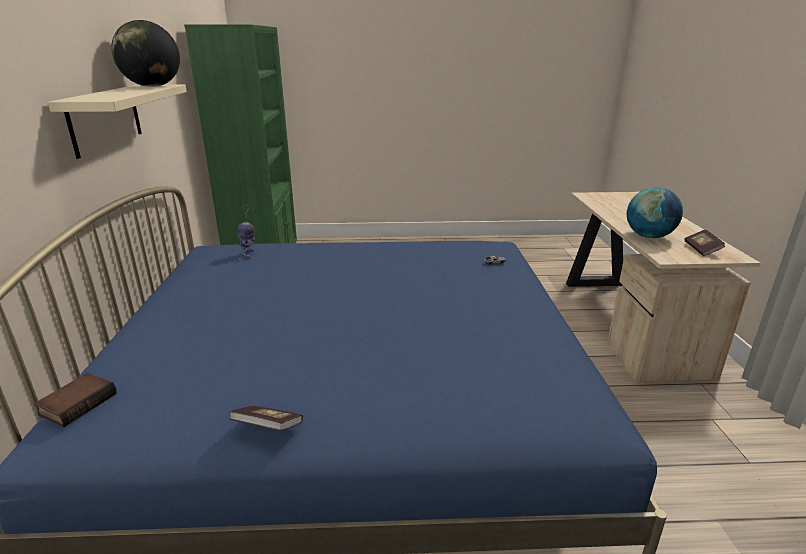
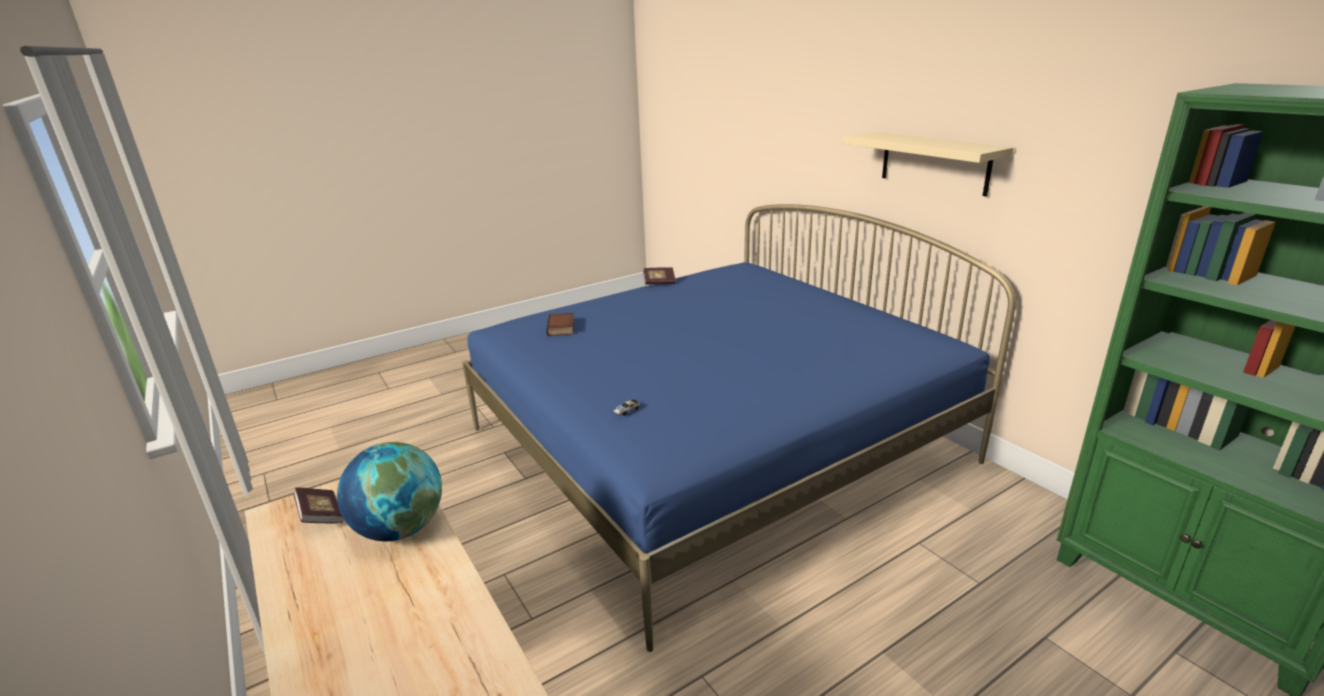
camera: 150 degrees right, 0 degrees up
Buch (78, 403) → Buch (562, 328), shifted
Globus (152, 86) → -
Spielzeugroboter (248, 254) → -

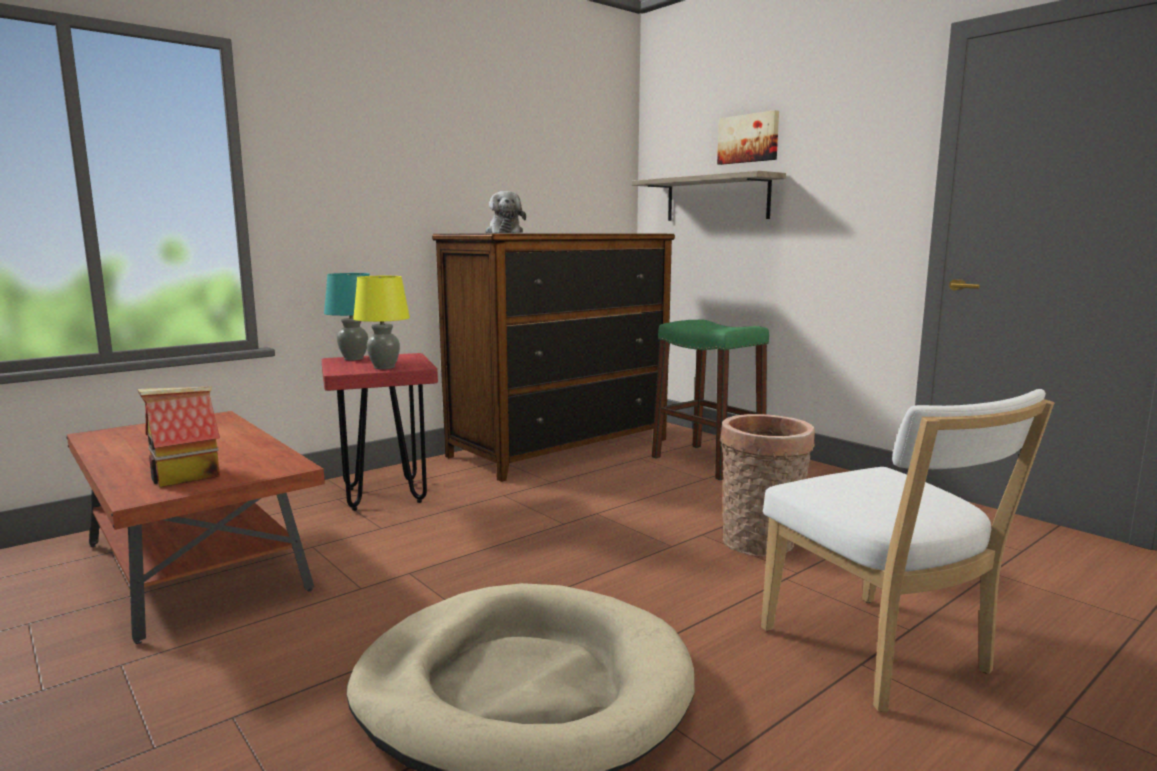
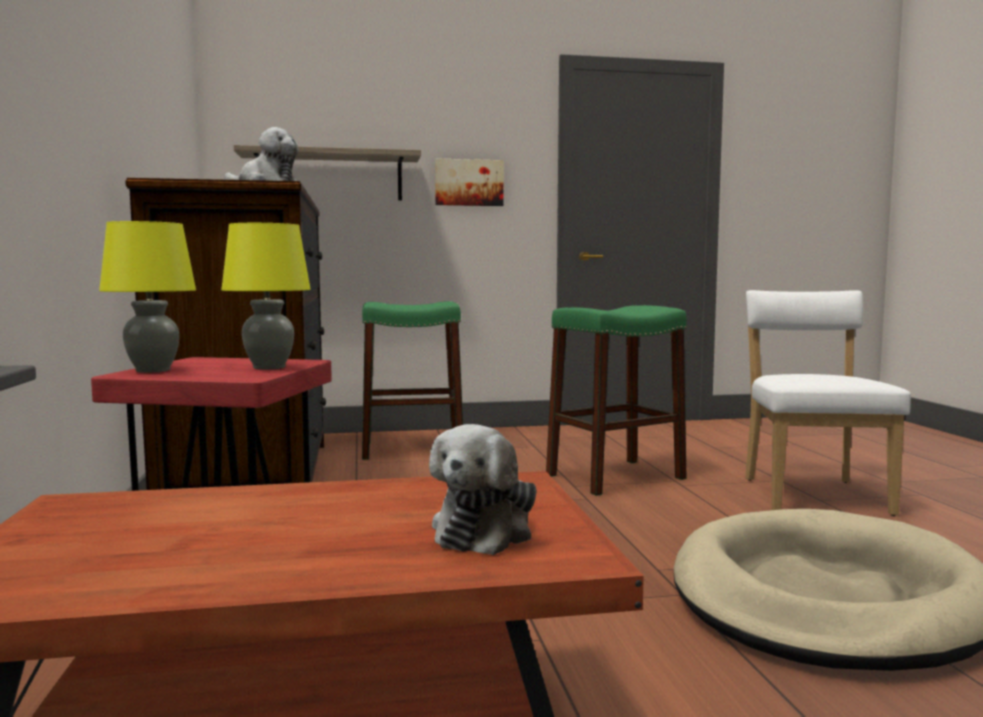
camera: 60 degrees left, 5 degrees down
Spielzeughaus (185, 476) → Plüschtier (485, 530)
Tischlampe [türkis] (354, 358) → Tischlampe [gelb] (153, 370)
Bild (749, 138) → Bild (469, 183), shifted
Korb (761, 544) → Hocker [grün] (615, 477)
Stuhl [weiß] (880, 656) → Stuhl [weiß] (812, 494), 90 degrees counterclockwise

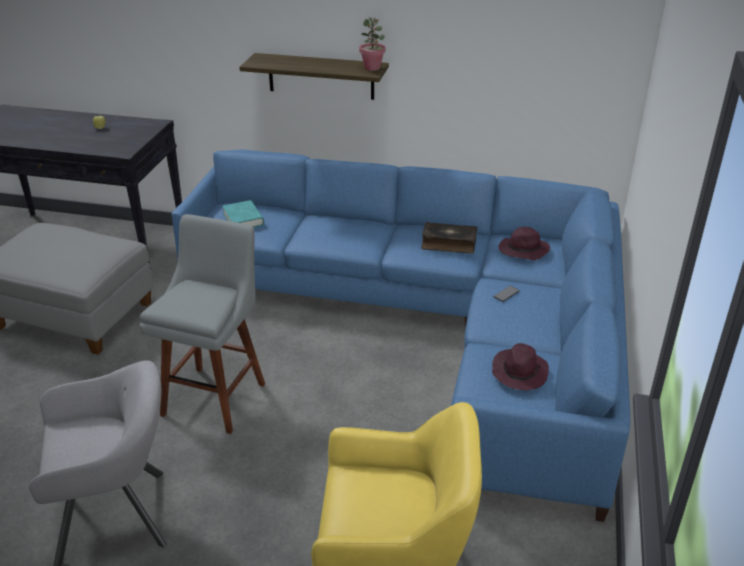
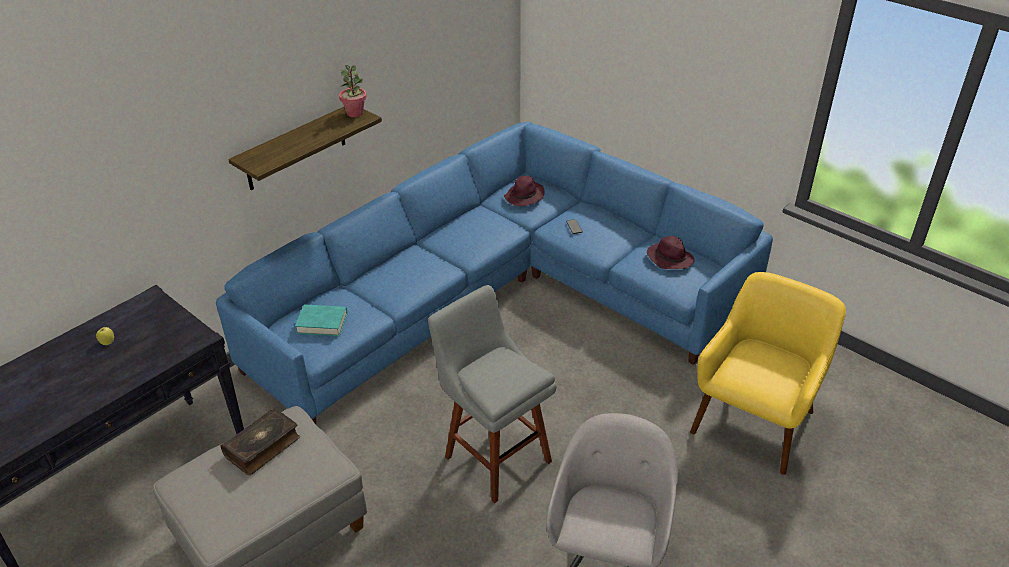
camera: 60 degrees left, 5 degrees up
Buch (448, 244) → Buch (263, 447), shifted

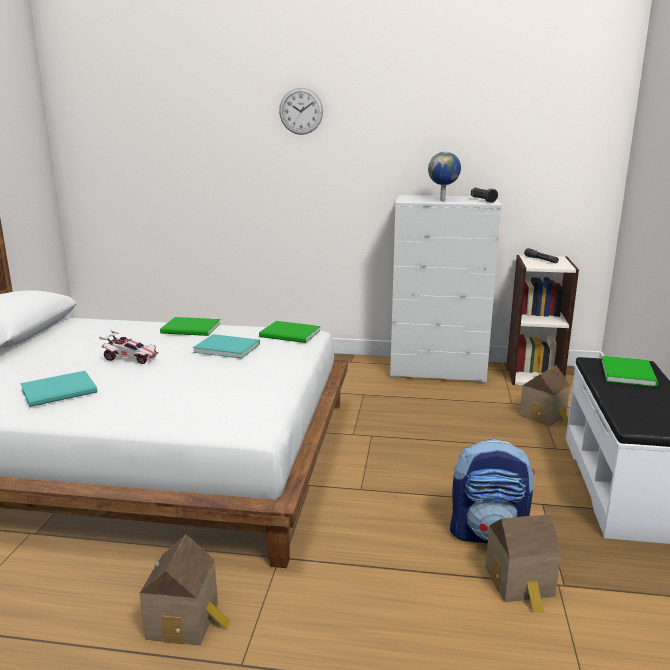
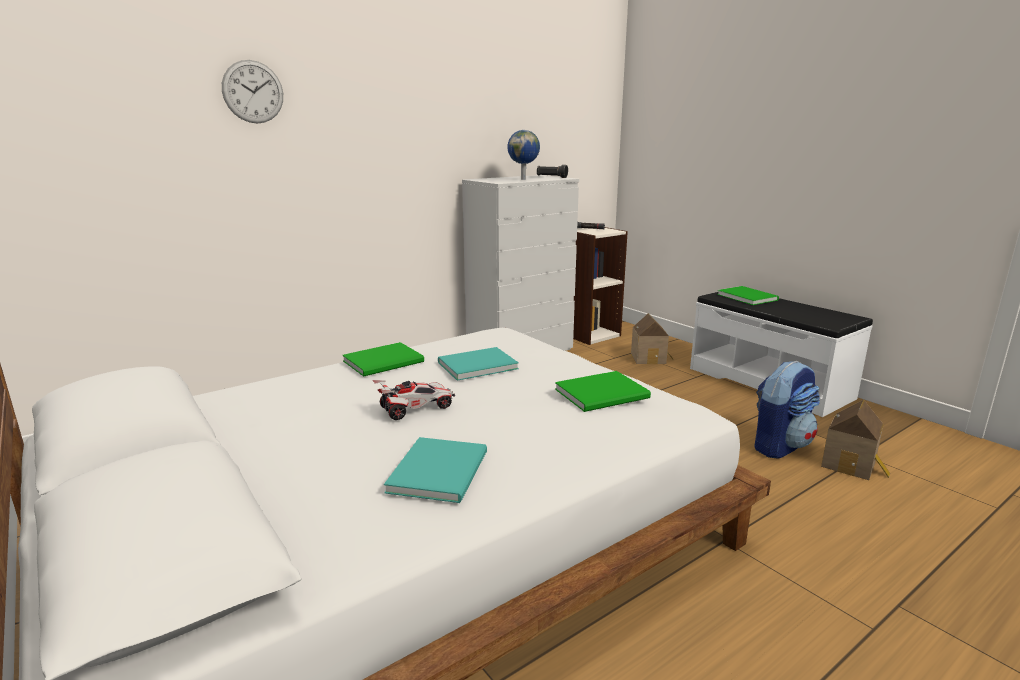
camera: 45 degrees left, 0 degrees up
Spielzeughaus (186, 621) → -
Buch [grün] (291, 334) → Buch [grün] (605, 394), shifted
Wanduhr (301, 111) → Wanduhr (253, 92), shifted

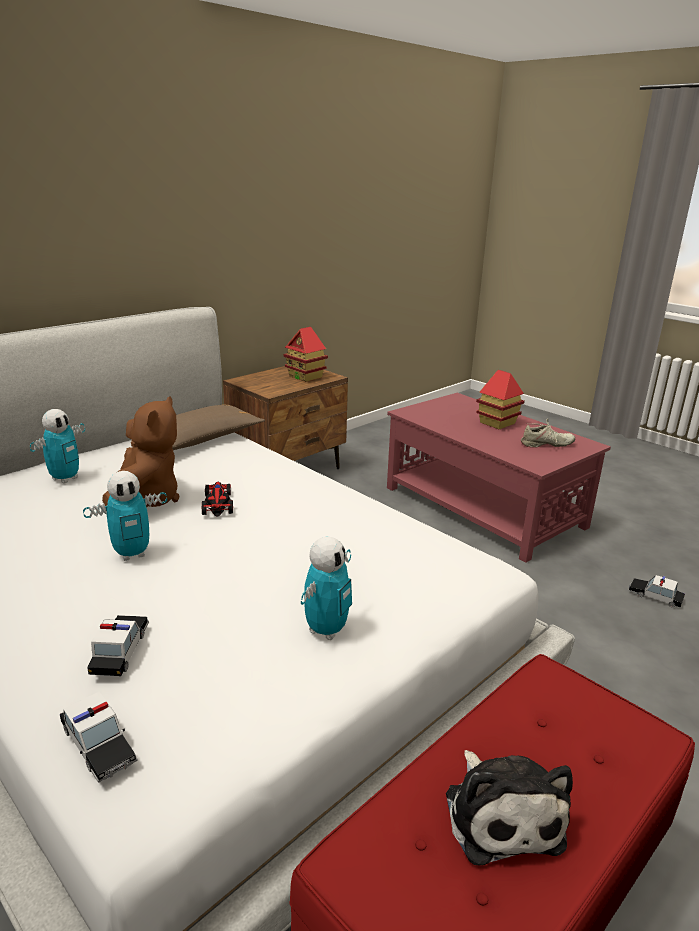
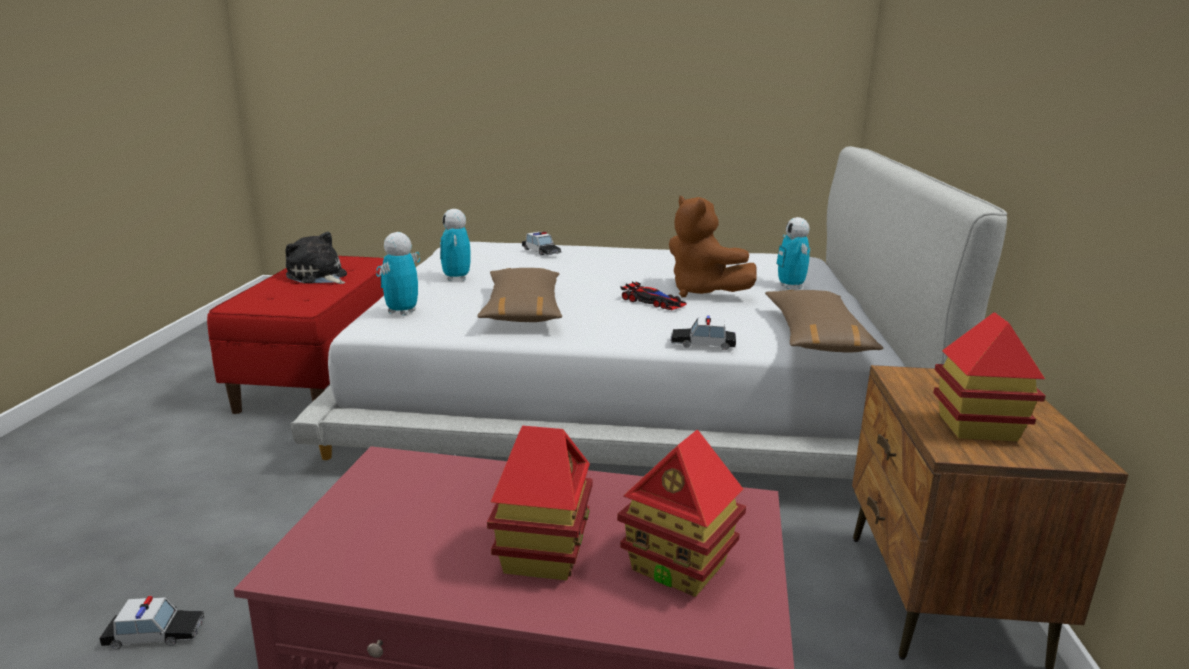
camera: 140 degrees right, 5 degrees down
Spielzeugauto (98, 745) → Spielzeugauto (702, 344), shifted
Spielzeugroboter (132, 554) → Spielzeugroboter (401, 312), shifted
Schuh [beige] (546, 444) → -
- → Kissen [braun] (523, 310)
- → Spielzeughaus (679, 567)

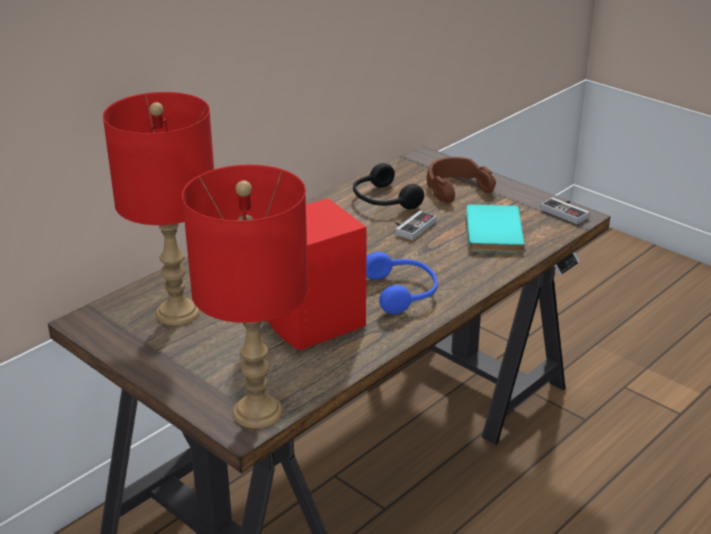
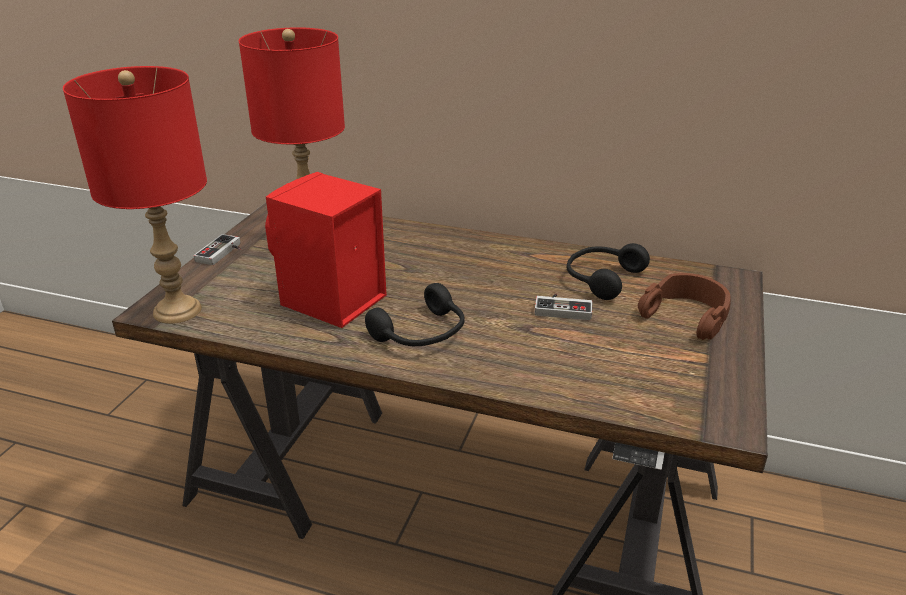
camera: 65 degrees right, 0 degrees up
Kopfhörer [blau] (403, 292) → Kopfhörer [schwarz] (422, 334)
Buch [türkis] (491, 232) → -
Gamepad (567, 212) → Gamepad (222, 253), shifted

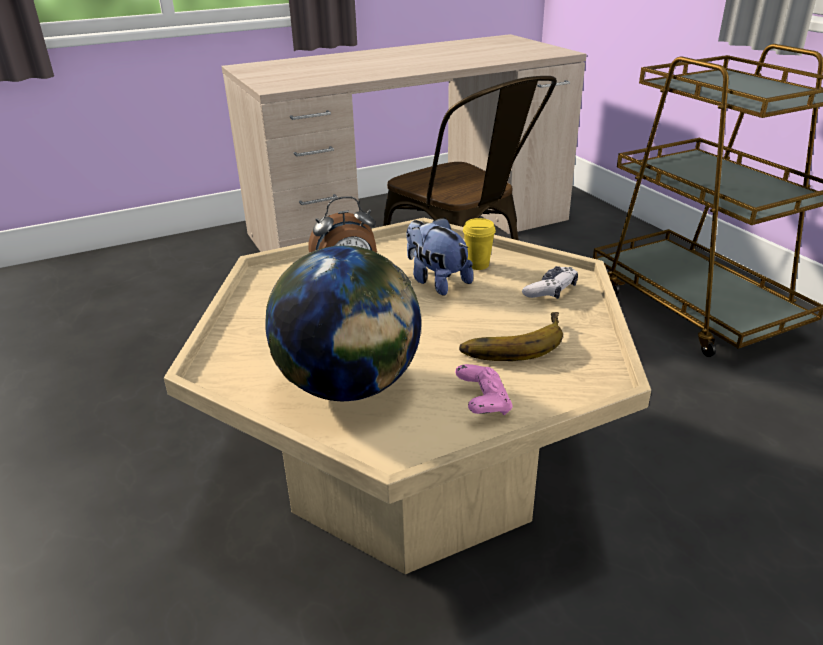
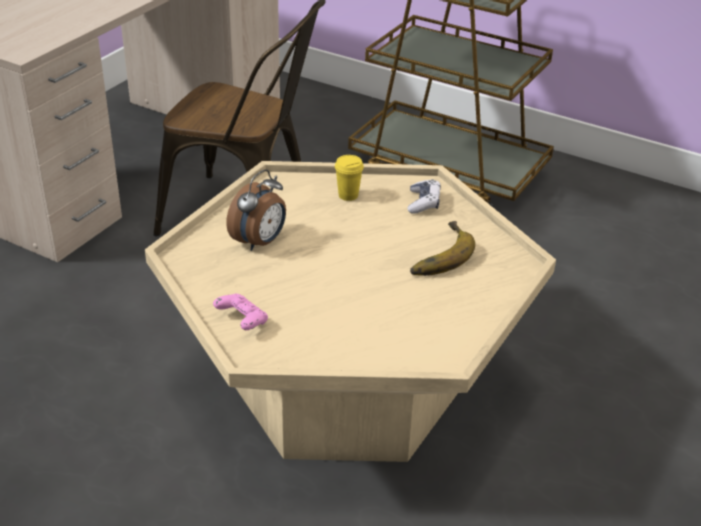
camera: 35 degrees left, 5 degrees up
Globus (349, 387) → -
Plüschtier (436, 281) → -
Gamepad [rosa] (483, 403) → Gamepad [rosa] (242, 321), shifted

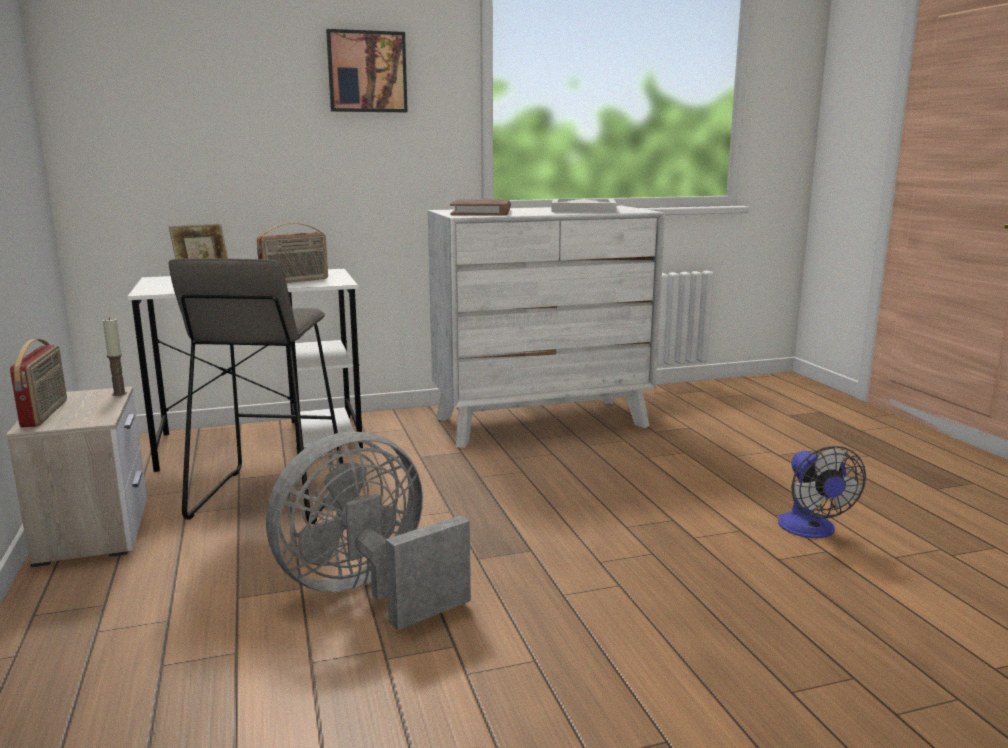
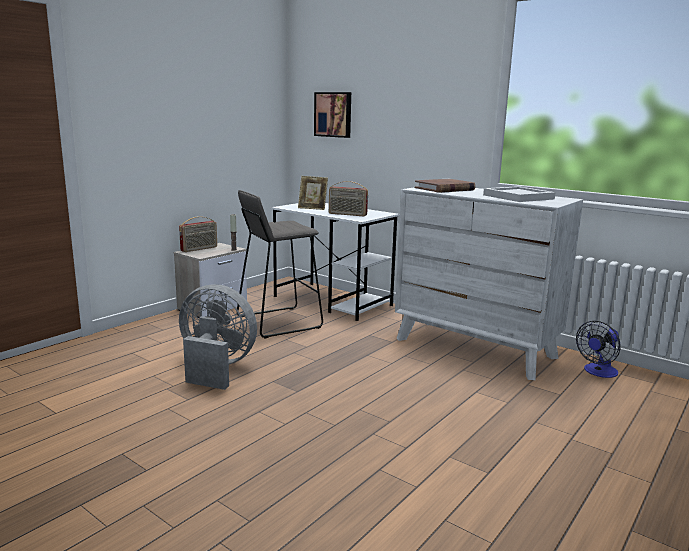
camera: 55 degrees right, 0 degrees up
Bild (367, 72) → Bild (333, 114), shifted
Ventilator (811, 530) → Ventilator (598, 372), shifted

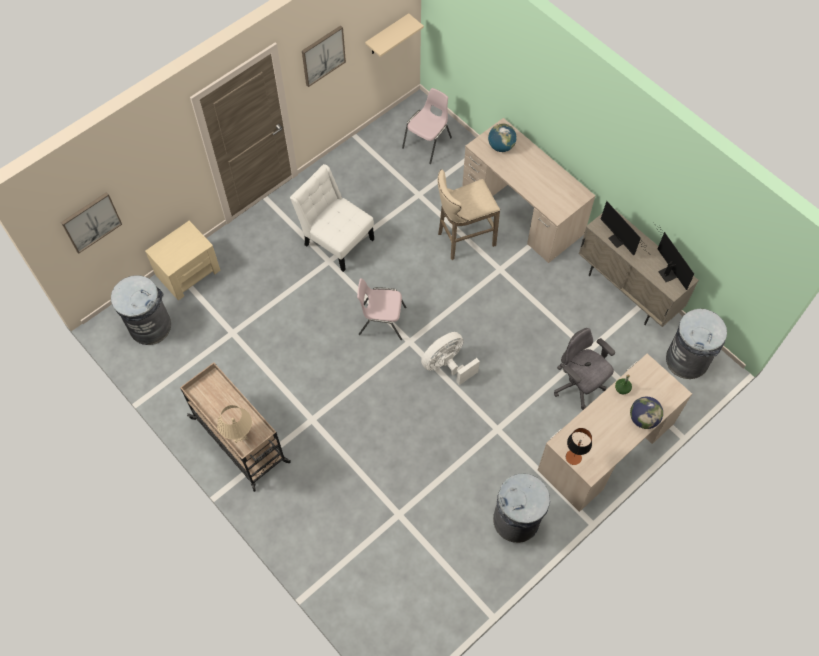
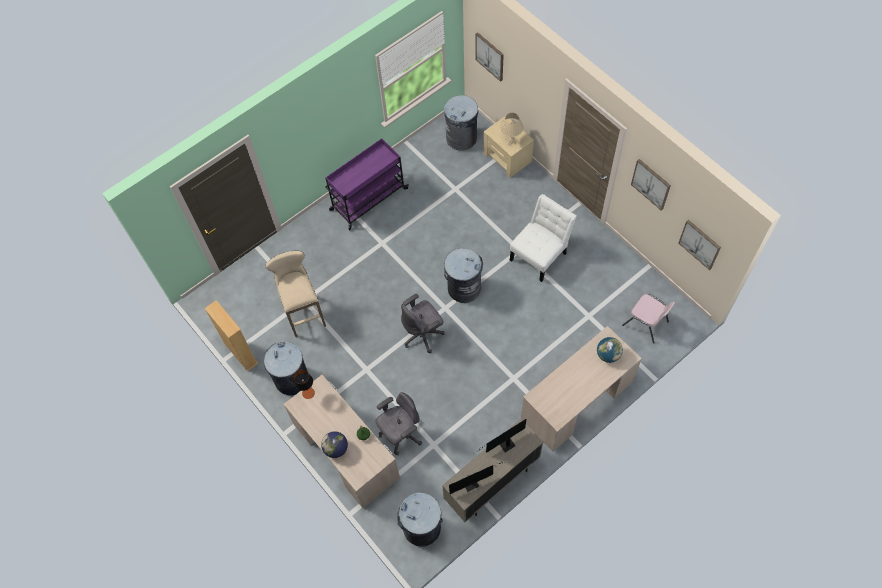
camera: 95 degrees right, 0 degrees up
Rollwagen [beige] (241, 441) → Rollwagen [lila] (368, 200)
Tischlampe [beige] (239, 435) → Tischlampe [beige] (511, 141), shifted
Stuhl [rosa] (381, 321) → Mülleimer [grau] (464, 288)
Wandregal [beige] (387, 35) → Bild (700, 244)
Ventilator [weiß] (447, 365) → Bürostuhl [grau] (423, 334)
Hocker [beige] (463, 240) → Hocker [beige] (303, 312), shifted
- → Bücherregal [beige] (241, 353)

